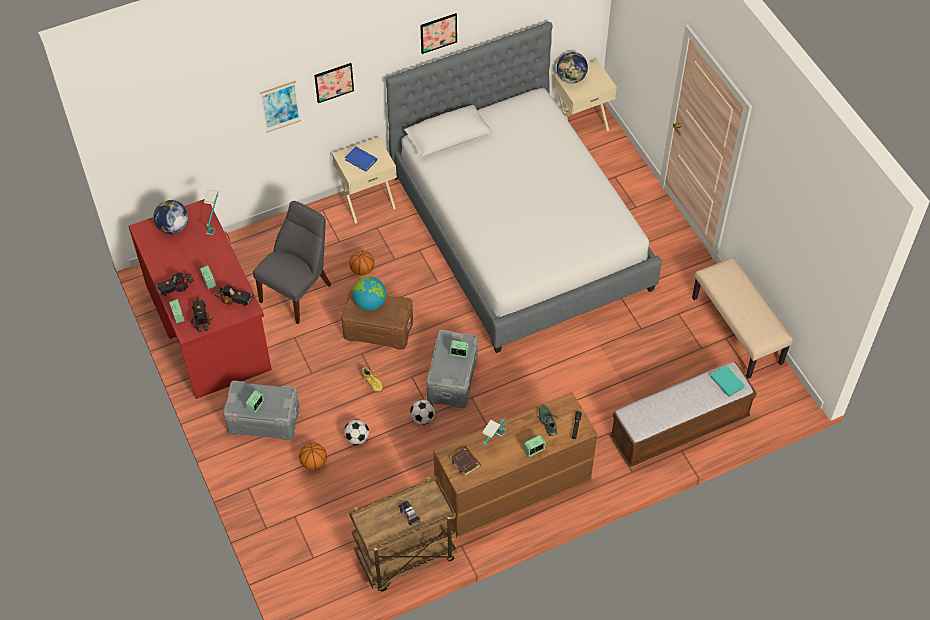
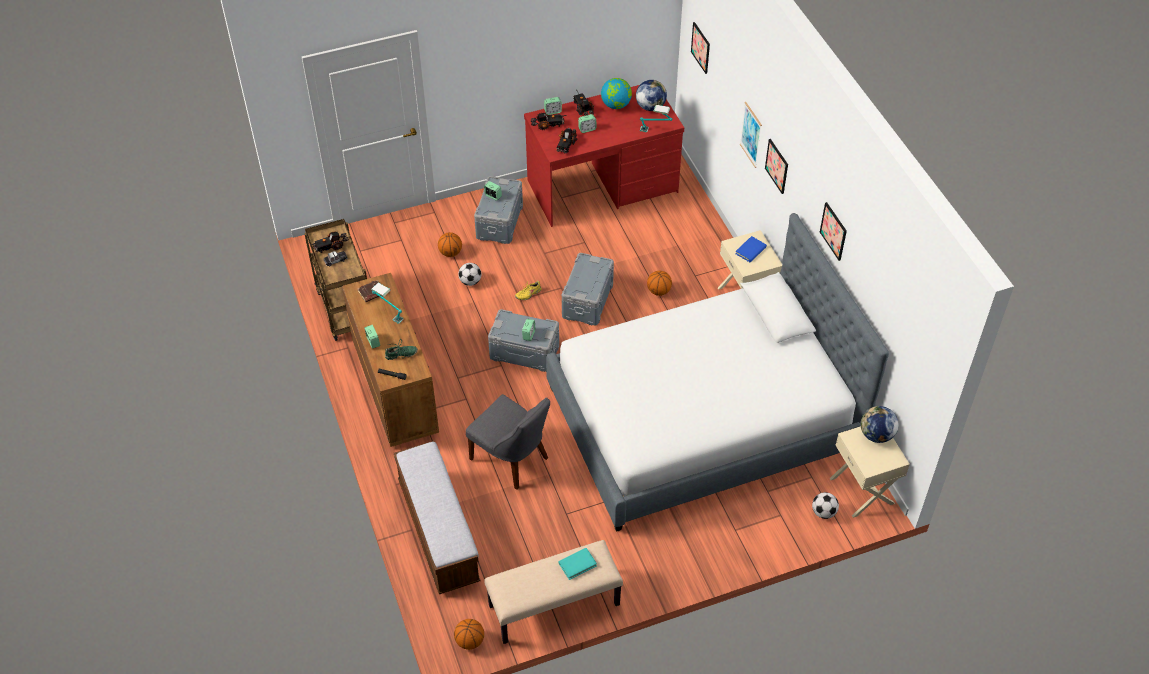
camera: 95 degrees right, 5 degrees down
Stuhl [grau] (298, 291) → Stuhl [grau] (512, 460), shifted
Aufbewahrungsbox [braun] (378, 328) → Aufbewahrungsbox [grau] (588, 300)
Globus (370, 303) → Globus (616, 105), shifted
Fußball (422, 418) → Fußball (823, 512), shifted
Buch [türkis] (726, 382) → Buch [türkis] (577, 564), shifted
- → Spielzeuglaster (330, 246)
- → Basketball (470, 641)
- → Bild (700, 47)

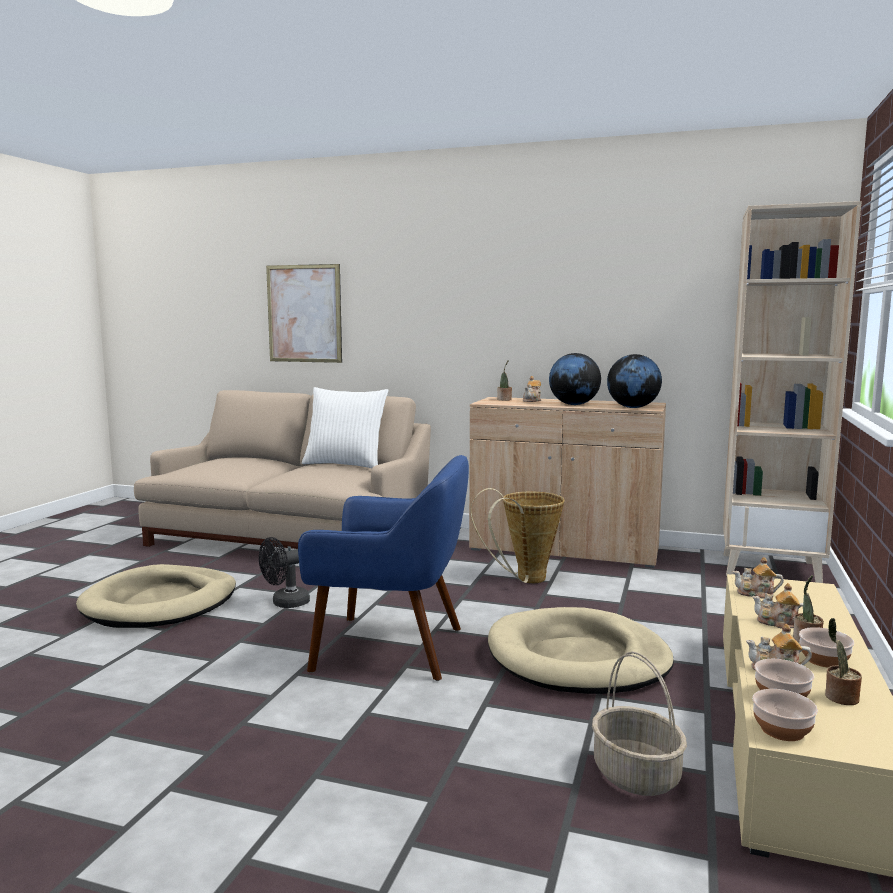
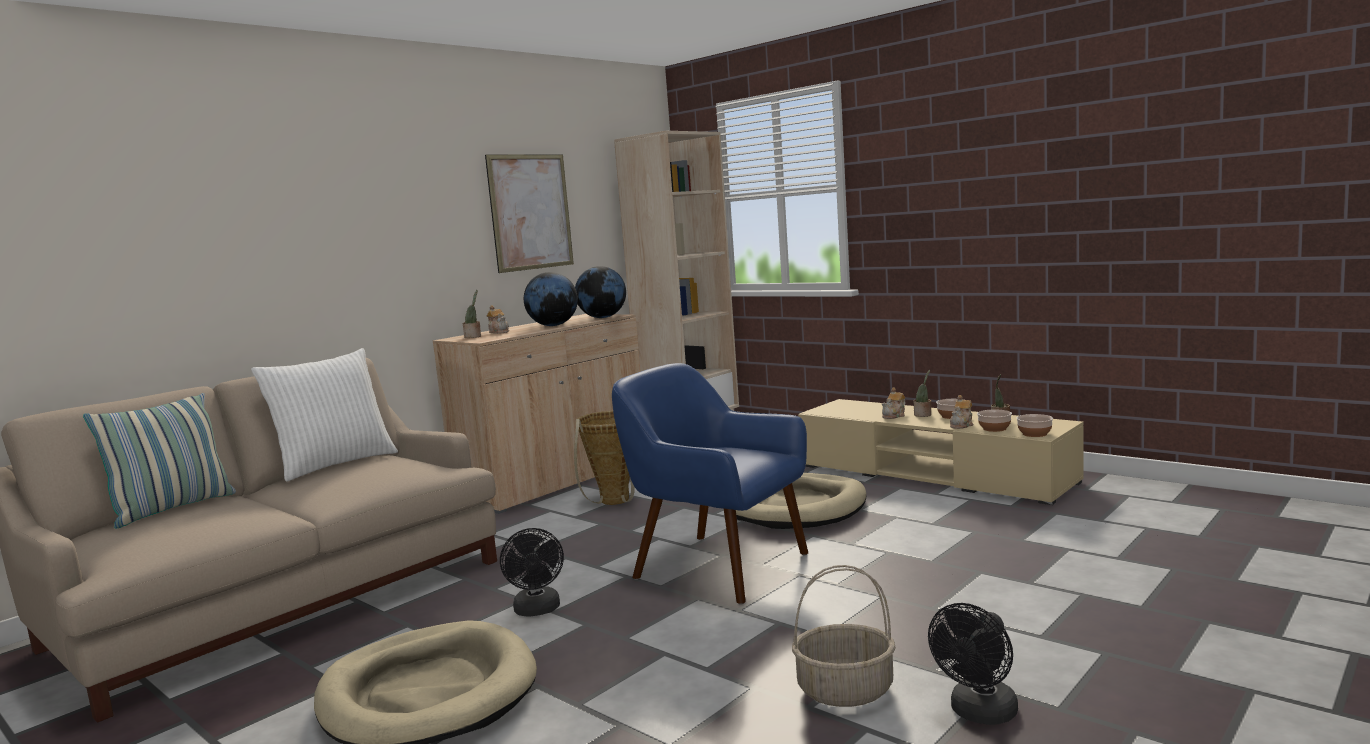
camera: 65 degrees left, 0 degrees up
Bild (304, 313) → Bild (530, 212), shifted
Sessel [blau] (392, 649) → Sessel [blau] (718, 566), 90 degrees counterclockwise
Korb (637, 775) → Korb (846, 690), shifted
Teekanne (756, 594) → -
- → Kissen (172, 509)
- → Ventilator [schwarz] (979, 714)

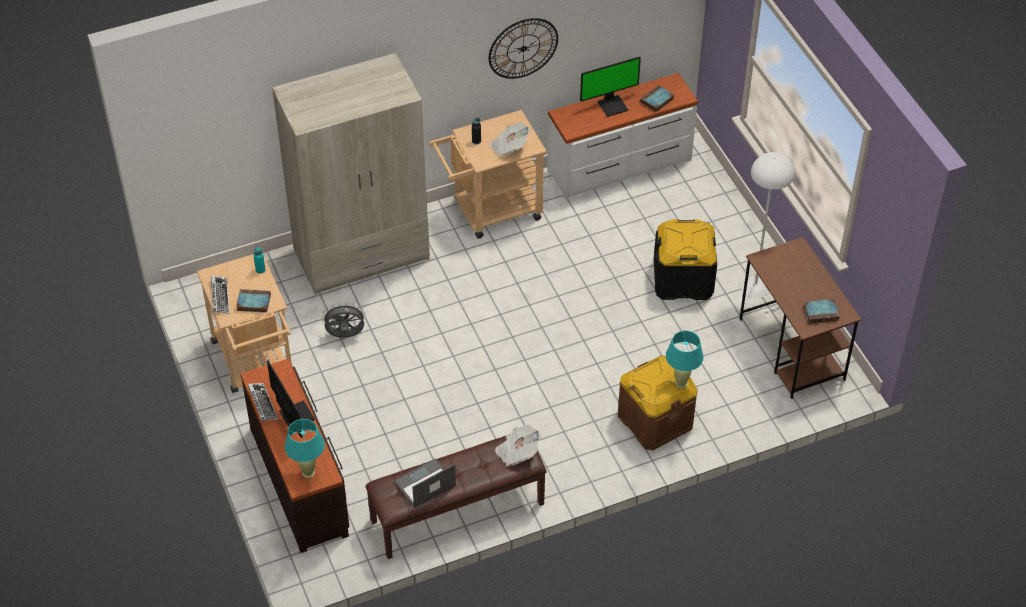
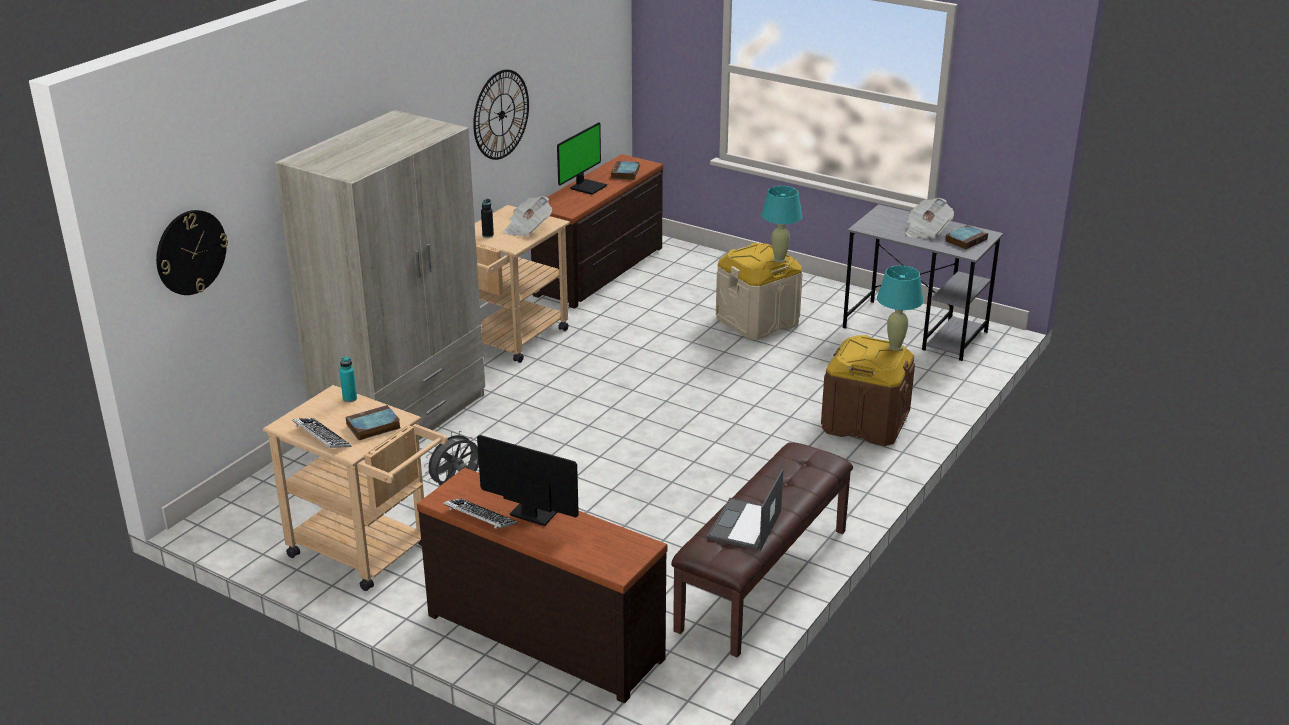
camera: 35 degrees left, 20 degrees down
Tischlampe [türkis] (308, 473) → Tischlampe [türkis] (779, 259), shifted
Zeitung (517, 452) → Zeitung (926, 231), shifted
Kommode [weiß] (620, 166) → Kommode [braun] (601, 271)
Aufbewahrungsbox [schwarz] (683, 279) → Aufbewahrungsbox [beige] (757, 321)
Schreibtisch [braun] (792, 349) → Schreibtisch [grau] (916, 330)
Stehlampe [weiß] (755, 286) → -
- → Wanduhr (190, 252)

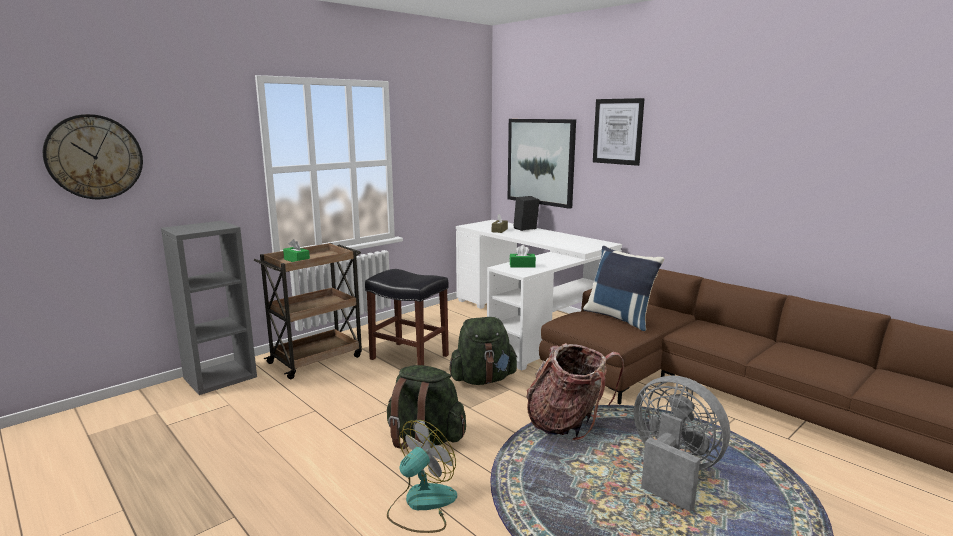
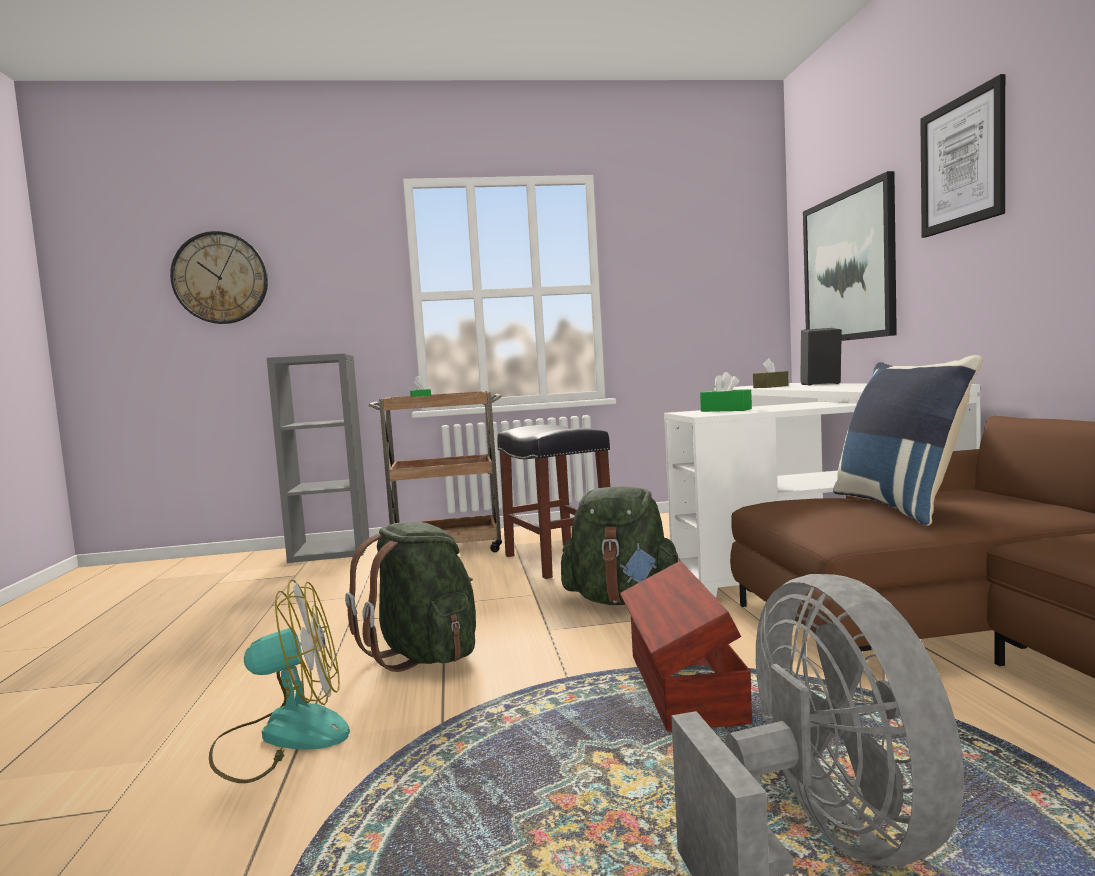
camera: 35 degrees right, 10 degrees down
Rucksack (568, 423) → Aufbewahrungsbox [braun] (683, 688)

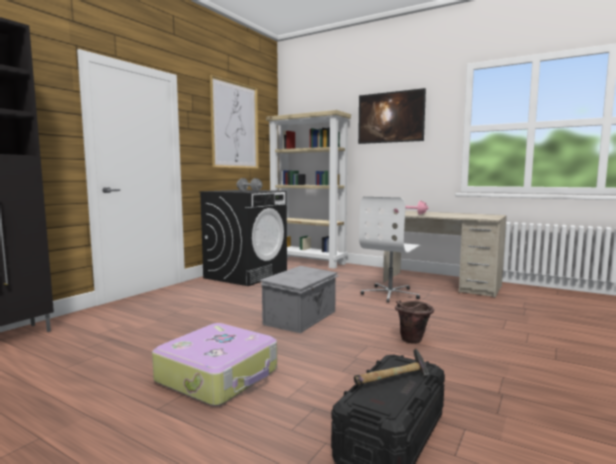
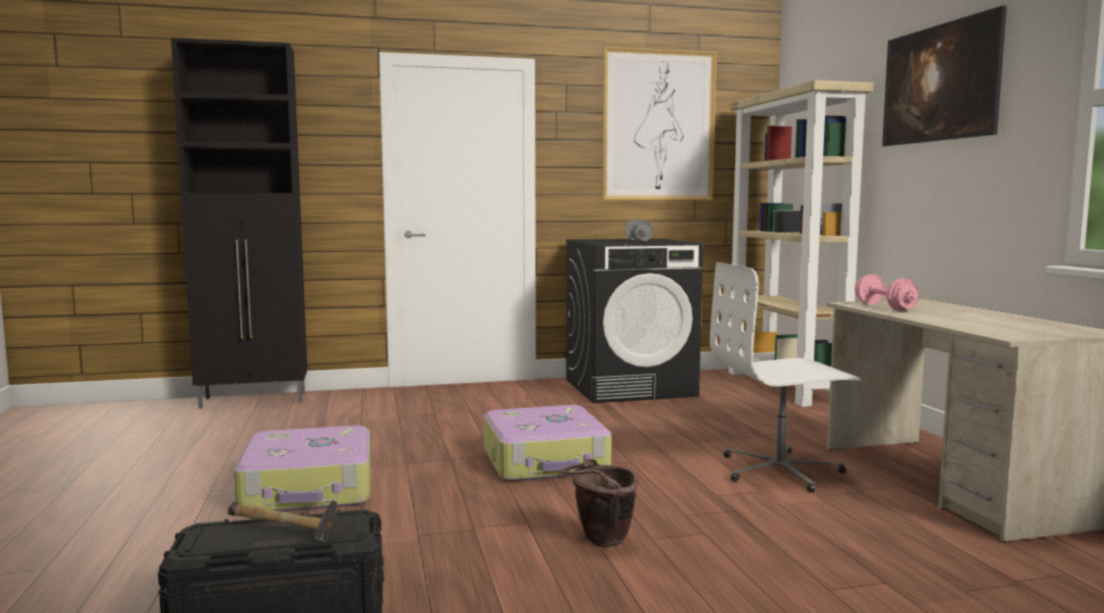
camera: 45 degrees right, 0 degrees up
Aufbewahrungsbox [grau] (301, 317) → Koffer (546, 461)

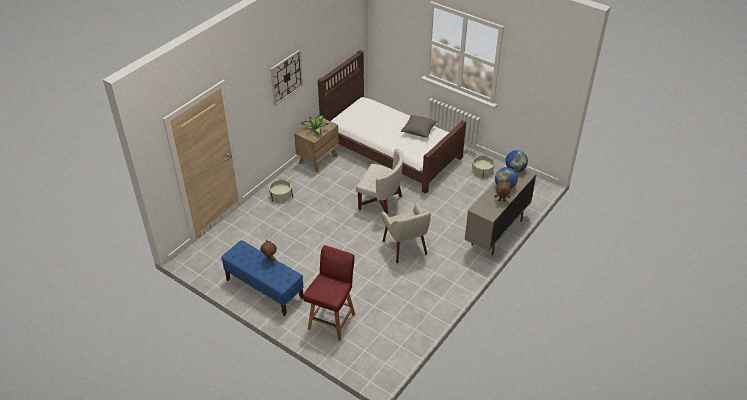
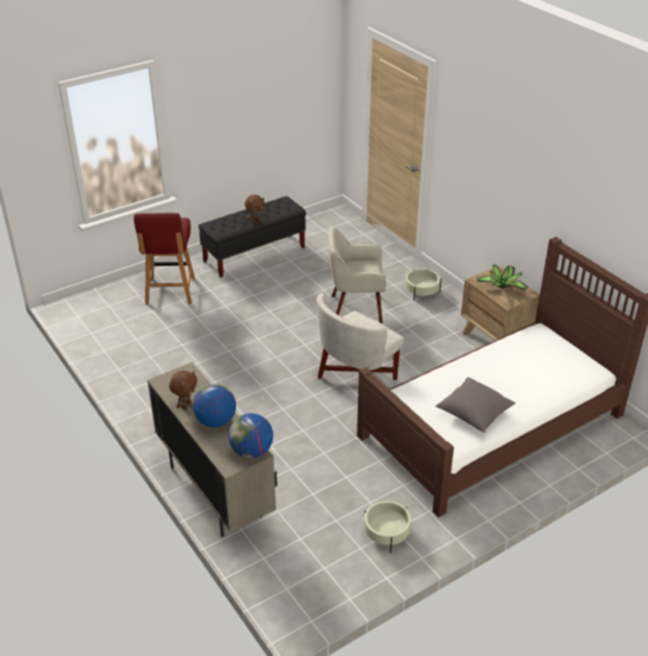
camera: 110 degrees right, 5 degrees down
Bank [blau] (264, 289) → Bank [schwarz] (254, 254)
Wanduhr (286, 77) → -
Stuhl [rot] (332, 320) → Stuhl [rot] (170, 292), 45 degrees clockwise
Sessel [beige] (405, 247) → Sessel [beige] (355, 309), shifted

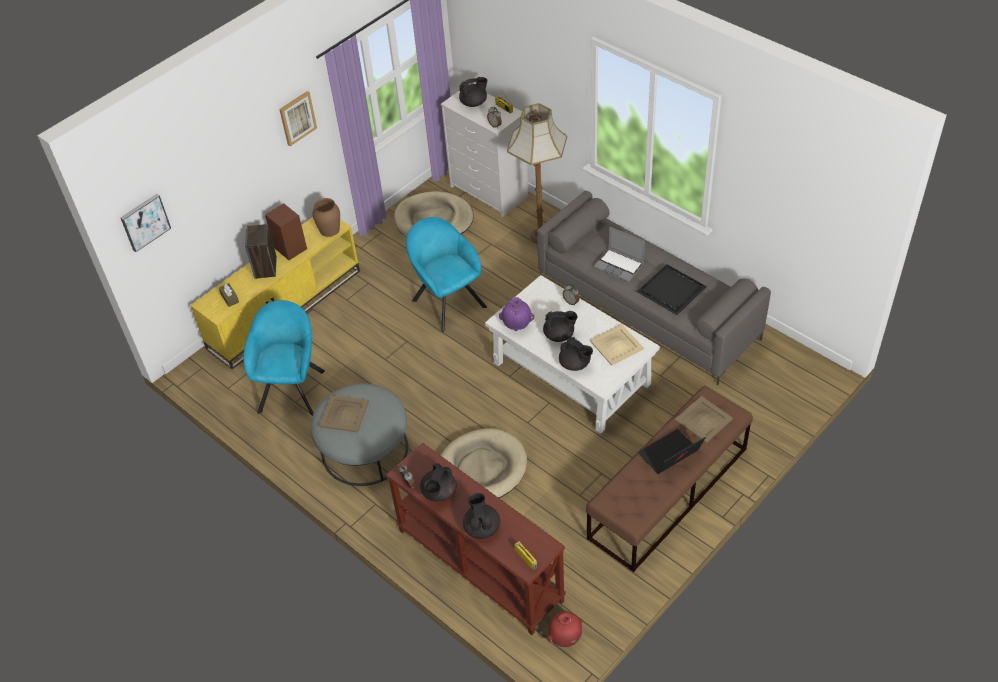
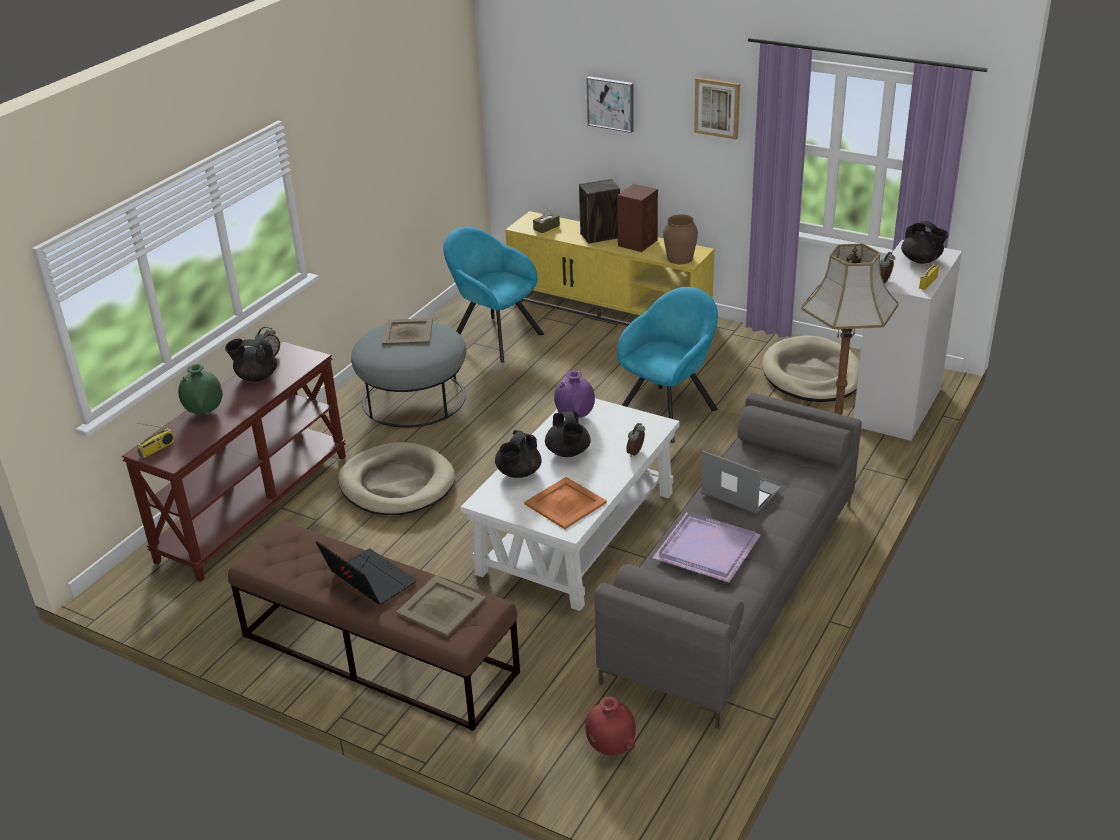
camera: 75 degrees right, 15 degrees down
Bild (144, 222) → Bild (611, 103), shifted
Sessel [türkis] (292, 388) → Sessel [türkis] (493, 337), 135 degrees counterclockwise
Teekanne [schwarz] (482, 527) → Vase [grün] (205, 412)
Vase [rot] (565, 638) → Vase [rot] (610, 747), shifted
Tablett [beige] (616, 345) → Tablett [orange] (565, 503)
Laptop (620, 265) → Laptop (738, 492), 105 degrees clockwise
Tablett [schwarz] (673, 290) → Tablett [lila] (707, 550)

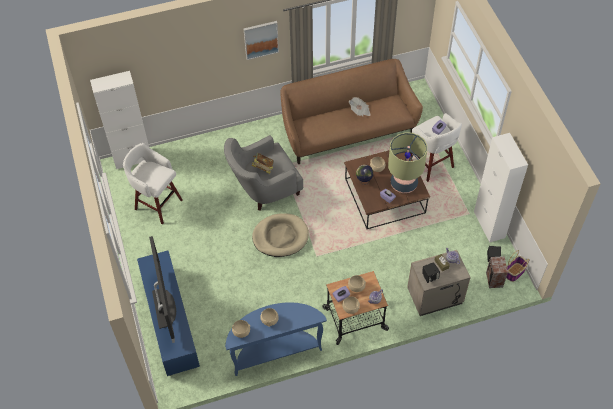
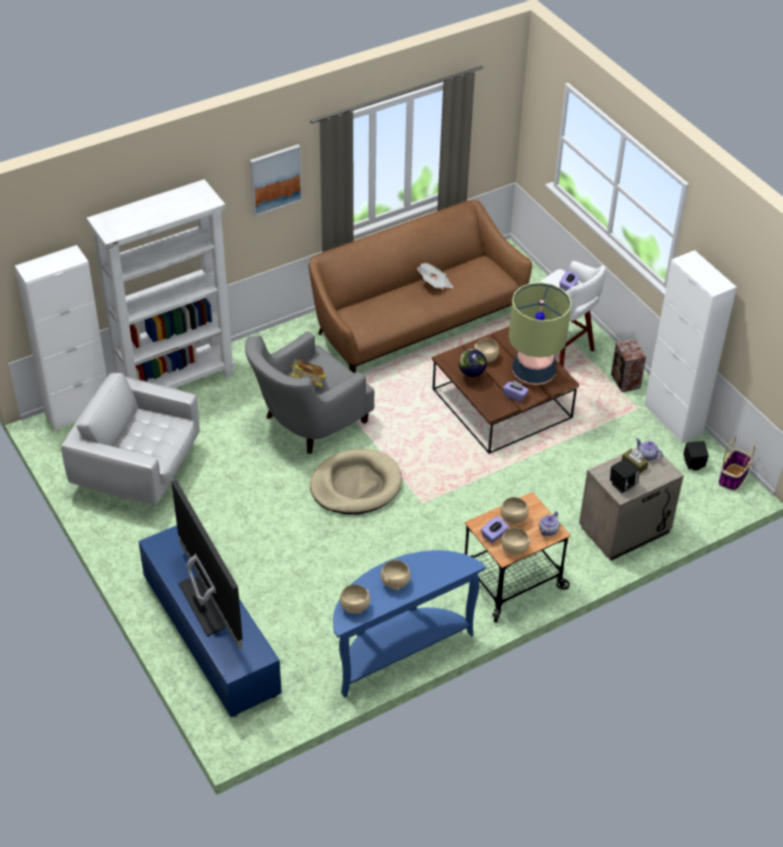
camera: 15 degrees left, 10 degrees down
Hocker [weiß] (157, 204) → Sessel [weiß] (139, 469)
Lautsprecher (494, 280) → Lautsprecher (625, 382), shifted
- → Bücherregal [weiß] (176, 382)

